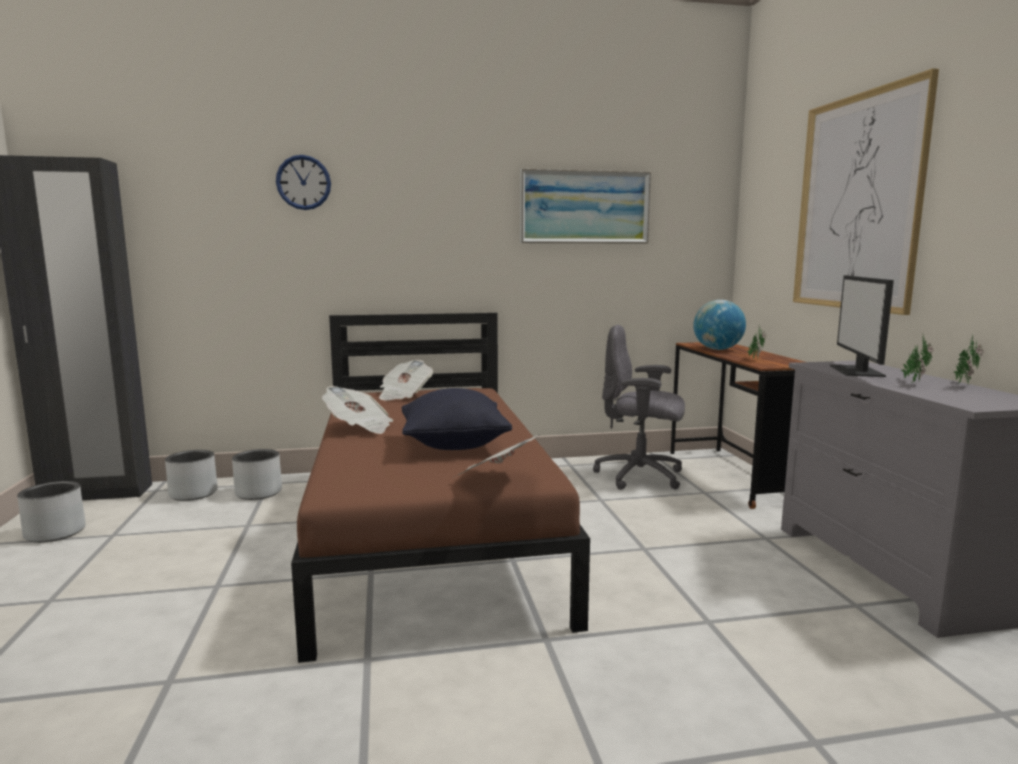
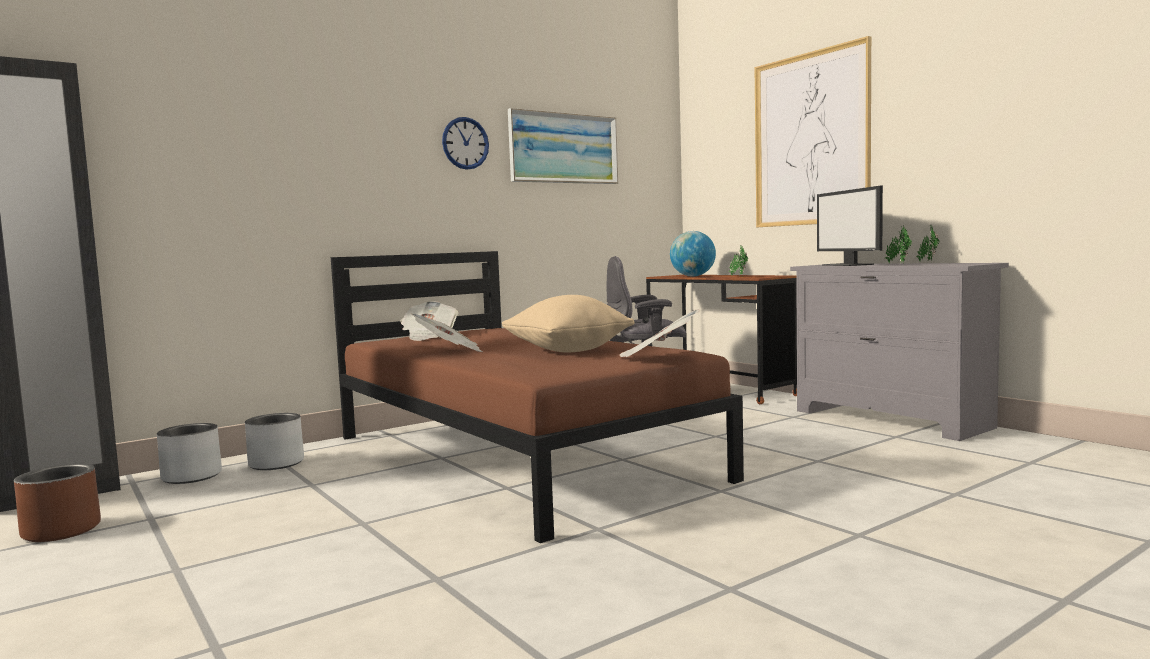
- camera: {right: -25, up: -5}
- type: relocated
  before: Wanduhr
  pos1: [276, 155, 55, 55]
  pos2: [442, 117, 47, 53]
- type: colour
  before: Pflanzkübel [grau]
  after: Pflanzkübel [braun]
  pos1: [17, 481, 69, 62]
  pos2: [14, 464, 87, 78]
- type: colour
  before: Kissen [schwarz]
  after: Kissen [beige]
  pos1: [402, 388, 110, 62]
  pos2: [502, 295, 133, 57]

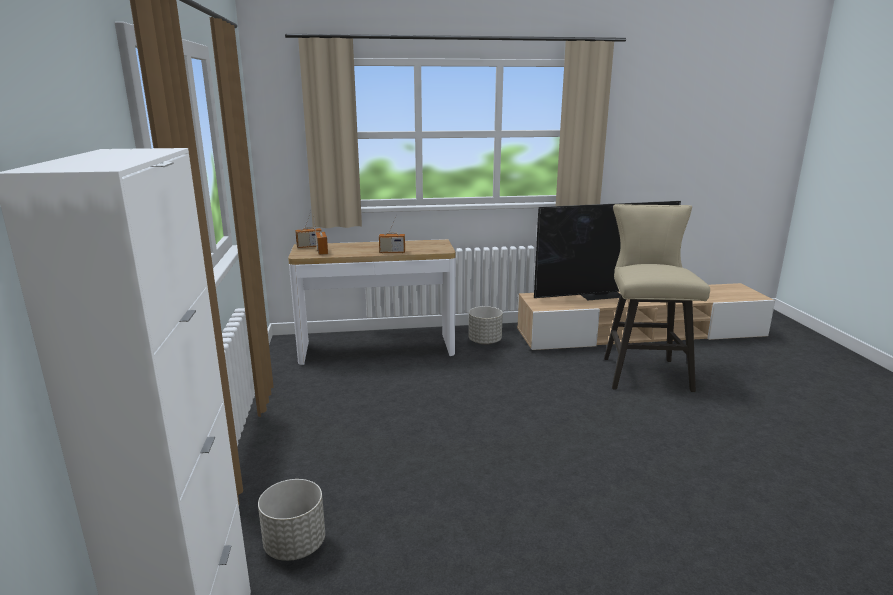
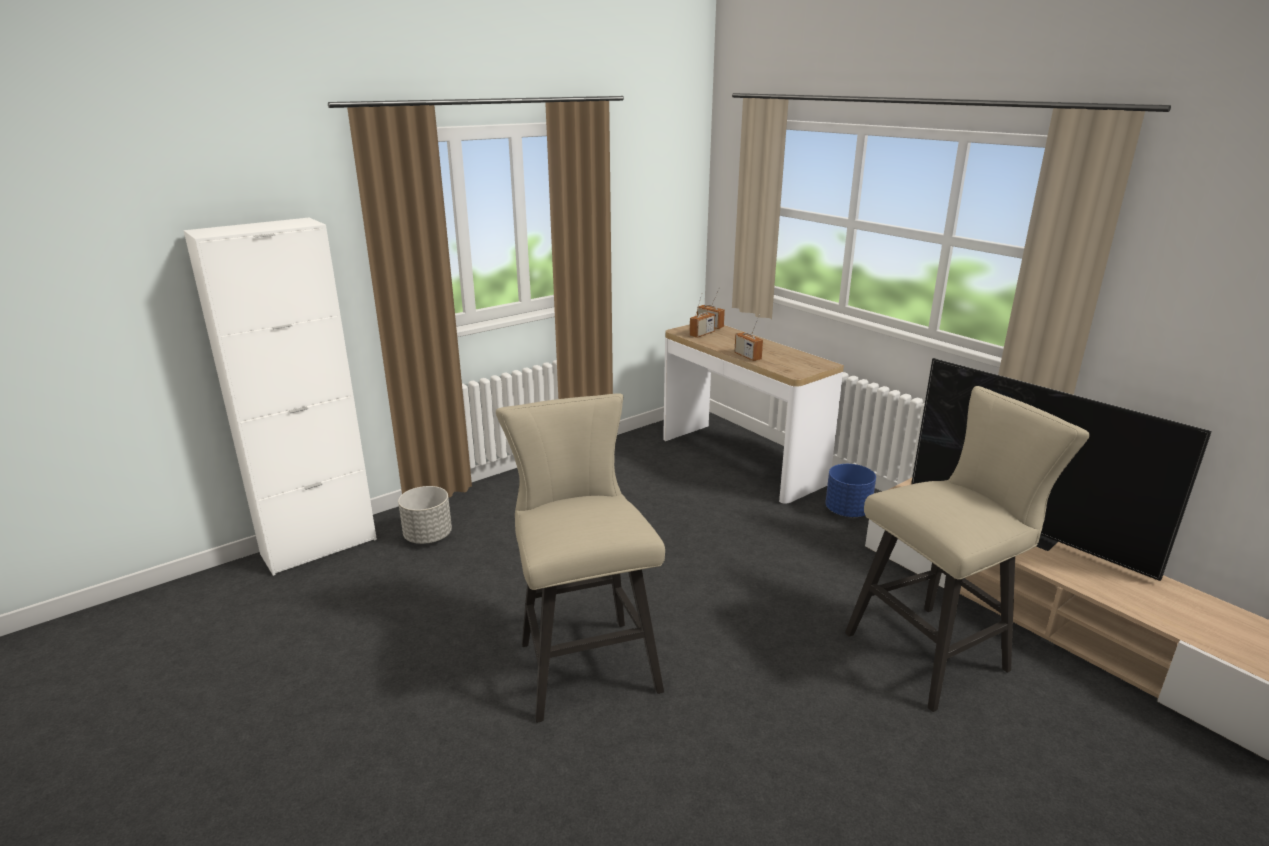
- camera: {right: 60, up: 5}
- type: appeared
  after: Hocker [beige]
  pos2: [496, 393, 169, 330]
- type: colour
  before: Pflanzkübel [grau]
  after: Pflanzkübel [blau]
  pos1: [468, 306, 35, 39]
  pos2: [825, 464, 51, 53]

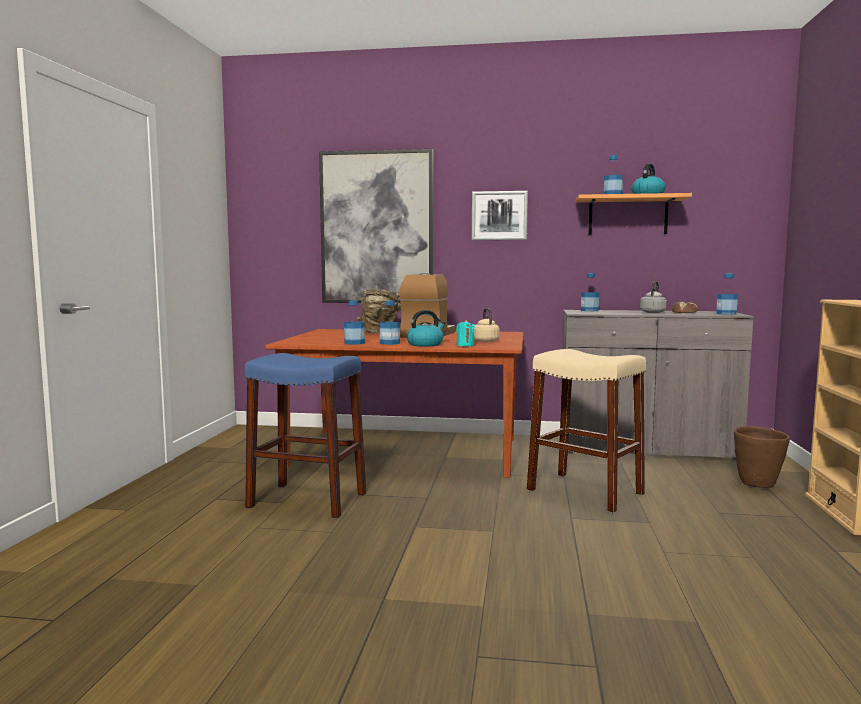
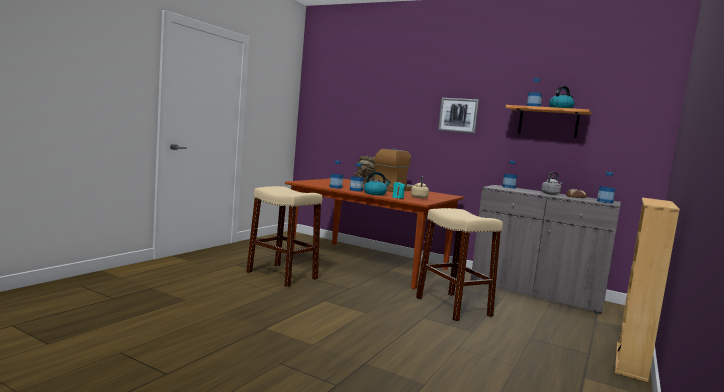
- camera: {right: 20, up: 0}
- type: missing
  before: Bild
  pos1: [319, 149, 114, 154]
- type: missing
  before: Pflanzkübel [braun]
  pos1: [734, 426, 56, 62]
- type: colour
  before: Hocker [blau]
  after: Hocker [beige]
  pos1: [245, 353, 121, 165]
  pos2: [246, 186, 76, 101]

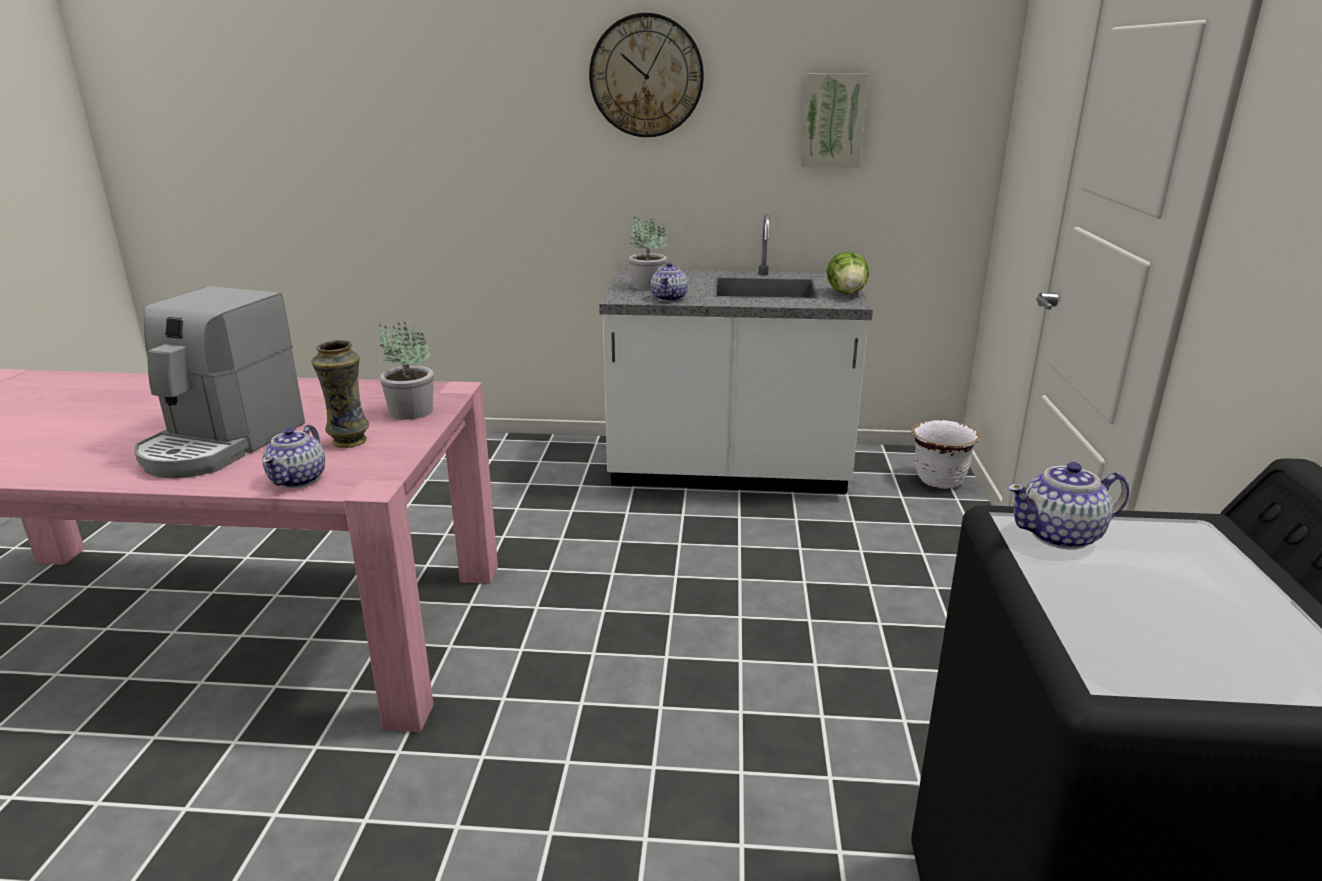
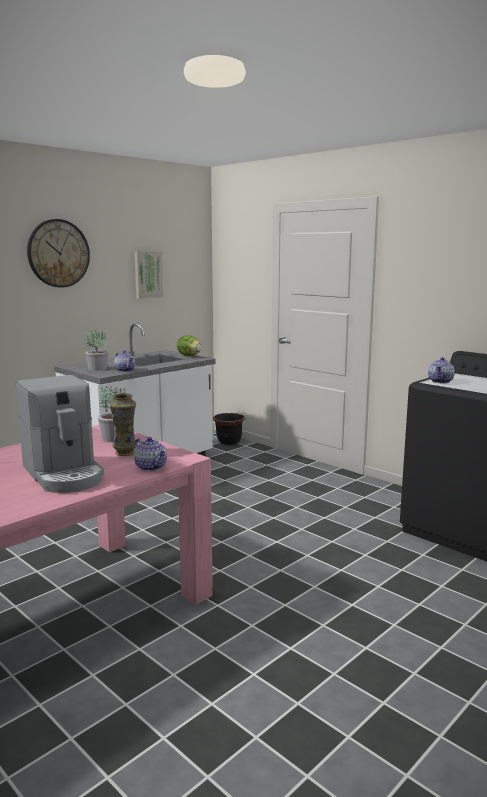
- camera: {right: -50, up: -10}
- type: colour
  before: Pflanzkübel [weiß]
  after: Pflanzkübel [schwarz]
  pos1: [911, 420, 70, 69]
  pos2: [213, 413, 32, 32]

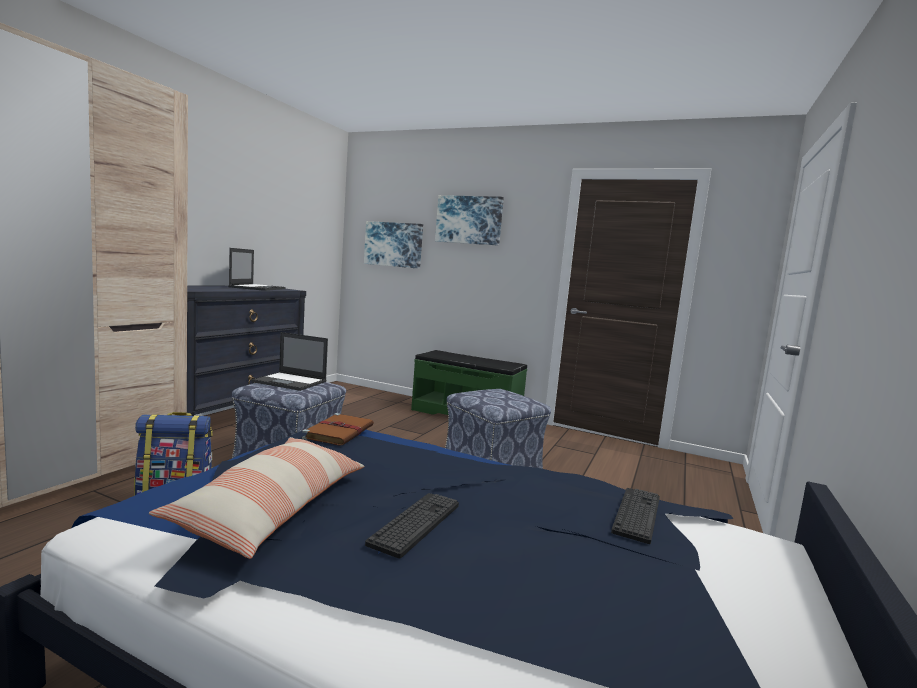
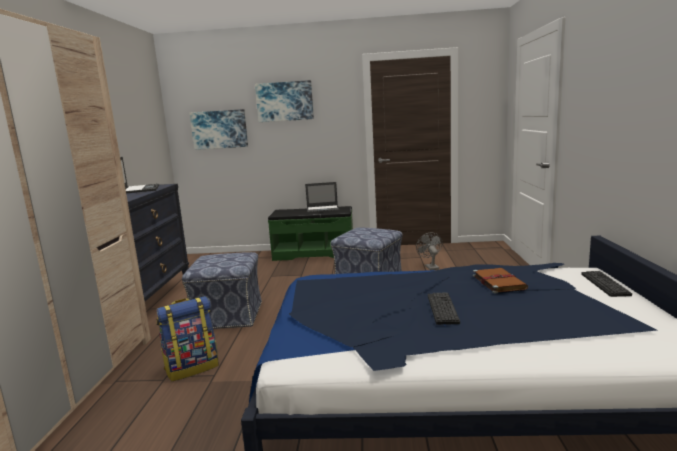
- camera: {right: -20, up: 5}
- type: missing
  before: Kissen
  pos1: [149, 437, 215, 122]
- type: appeared
  after: Ventilator [grau]
  pos2: [416, 233, 26, 37]
- type: relocated
  before: Laptop
  pos1: [251, 332, 77, 59]
  pos2: [305, 182, 34, 31]
- type: relocated
  before: Buch [braun]
  pos1: [302, 413, 72, 33]
  pos2: [473, 268, 55, 25]
- type: relocated
  before: Tastatur
  pos1: [611, 488, 49, 56]
  pos2: [581, 271, 51, 26]

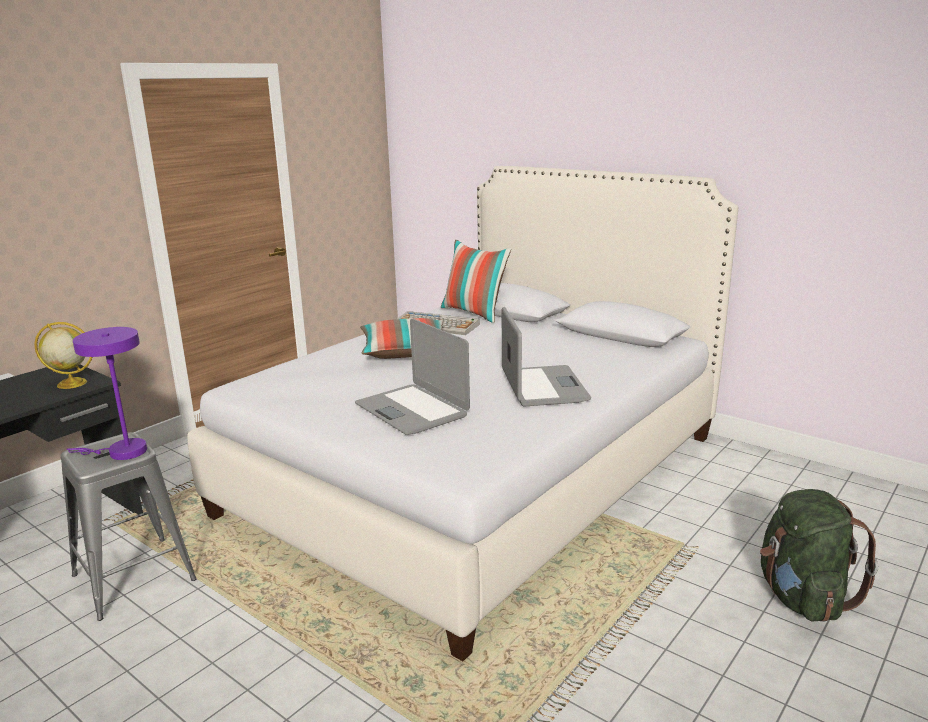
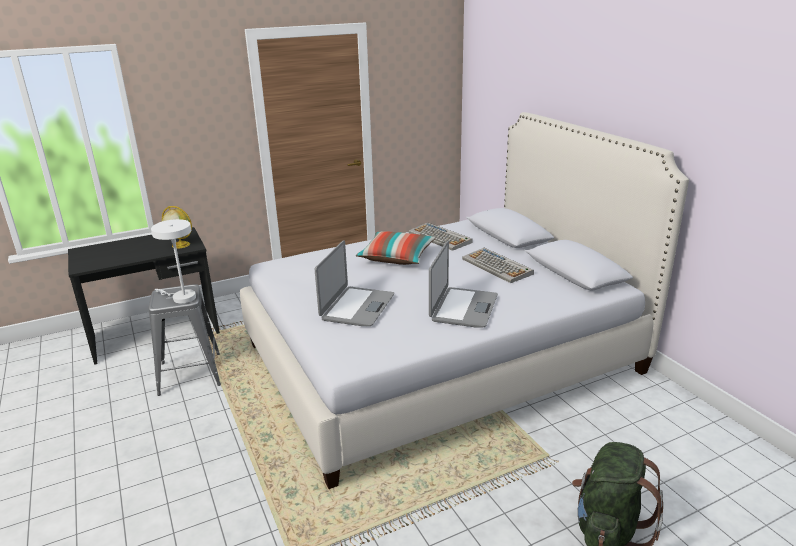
- camera: {right: 25, up: 5}
- type: missing
  before: Kissen
  pos1: [441, 240, 70, 83]
- type: appeared
  after: Tastatur
  pos2: [462, 248, 72, 35]
- type: colour
  before: Tischlampe [lila]
  after: Tischlampe [weiß]
  pos1: [66, 327, 81, 133]
  pos2: [151, 219, 45, 84]
- type: spun
  before: Laptop
  pos1: [355, 319, 115, 116]
  pos2: [315, 241, 79, 85]
  turn: -150

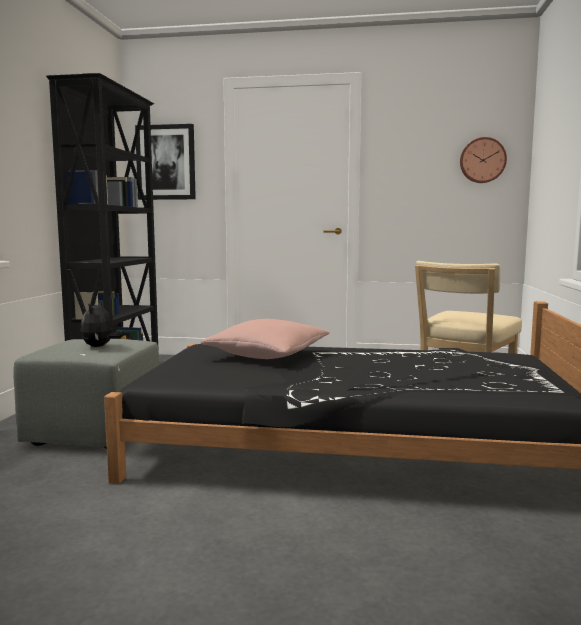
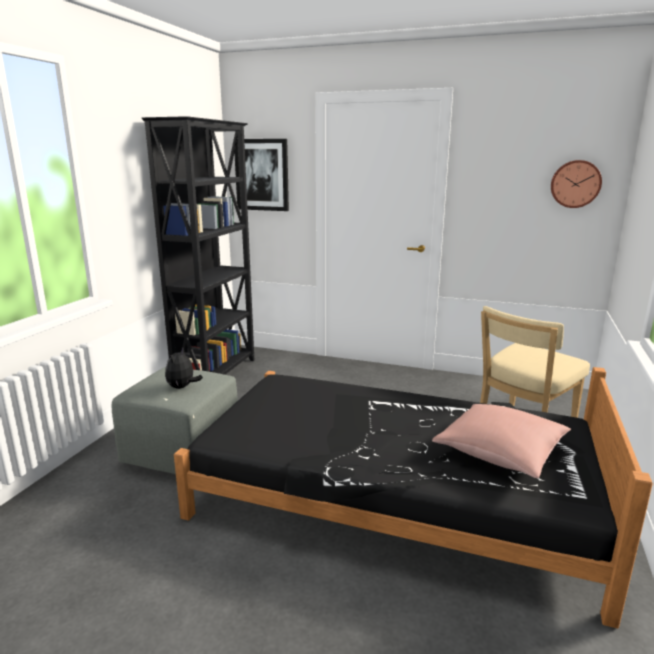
- camera: {right: 10, up: 10}
- type: relocated
  before: Kissen [rosa]
  pos1: [201, 319, 129, 40]
  pos2: [432, 404, 139, 74]

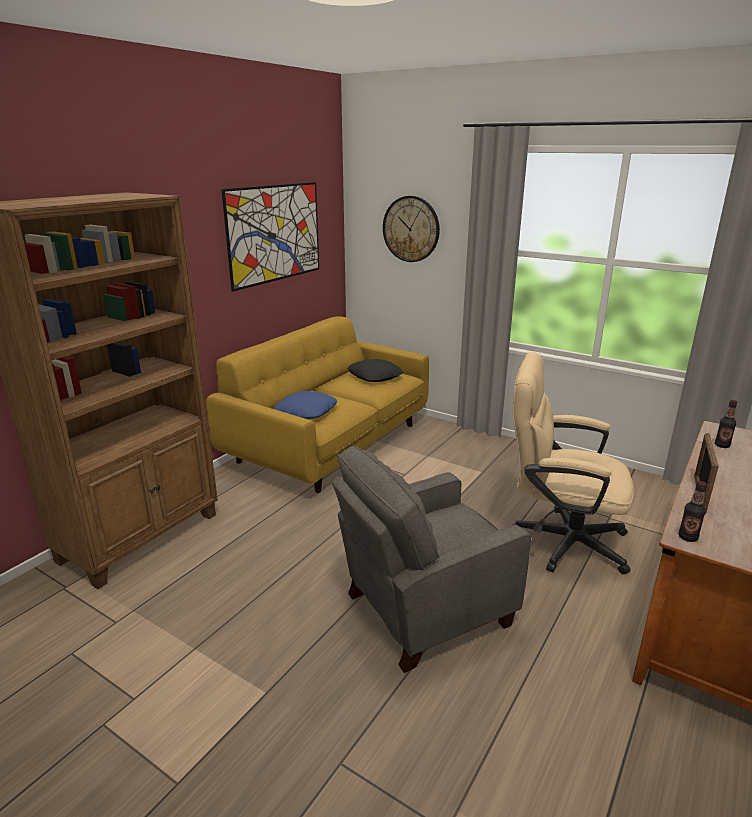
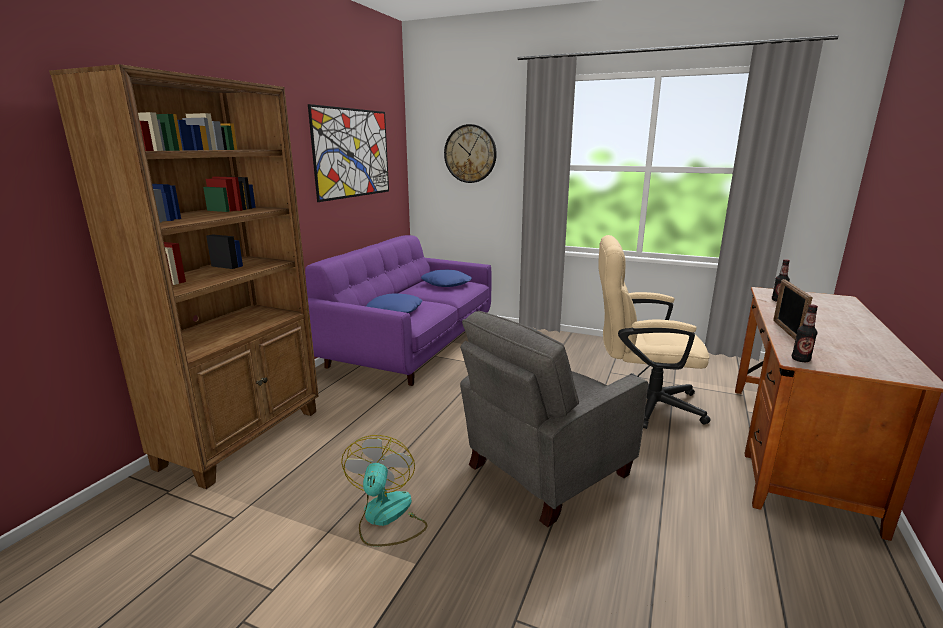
- camera: {right: -10, up: -5}
- type: appeared
  after: Ventilator
  pos2: [341, 435, 87, 112]
- type: colour
  before: Sofa [gelb]
  after: Sofa [lila]
  pos1: [206, 316, 223, 177]
  pos2: [305, 235, 186, 151]
- type: colour
  before: Kissen [schwarz]
  after: Kissen [blau]
  pos1: [348, 359, 55, 23]
  pos2: [421, 269, 51, 18]

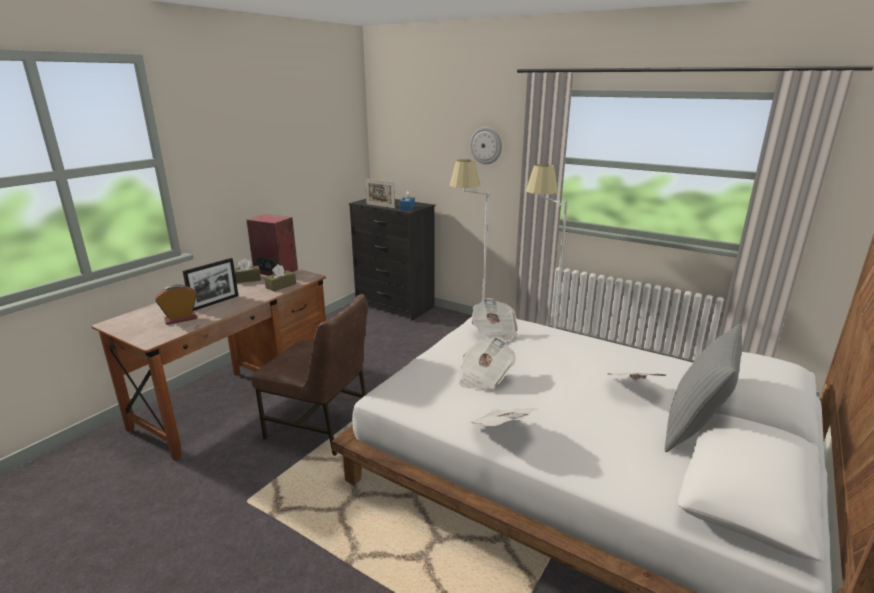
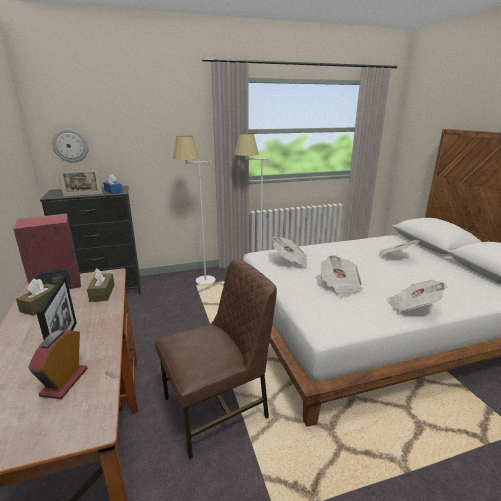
- camera: {right: -50, up: 0}
- type: missing
  before: Kissen [grau]
  pos1: [665, 324, 77, 128]
- type: relocated
  before: Wanduhr
  pos1: [470, 127, 32, 37]
  pos2: [52, 129, 37, 34]

